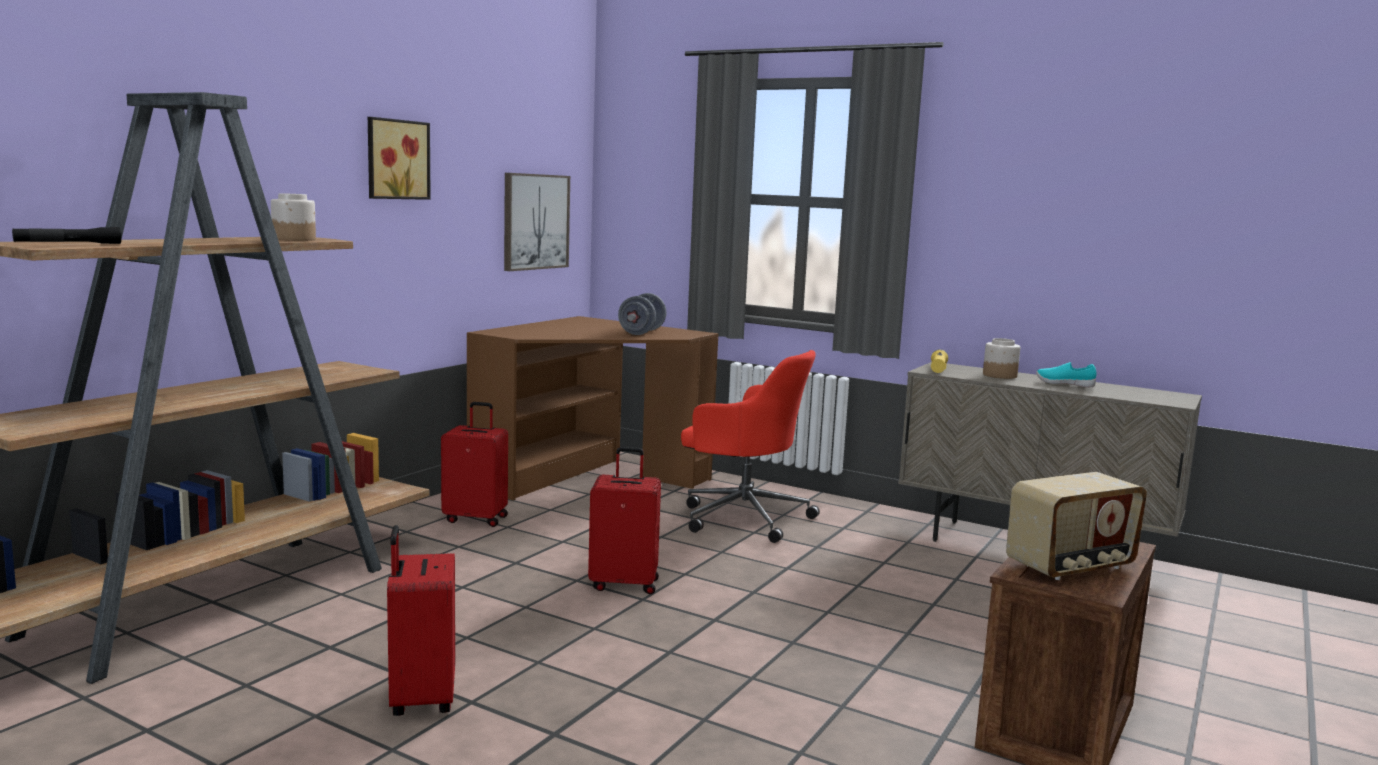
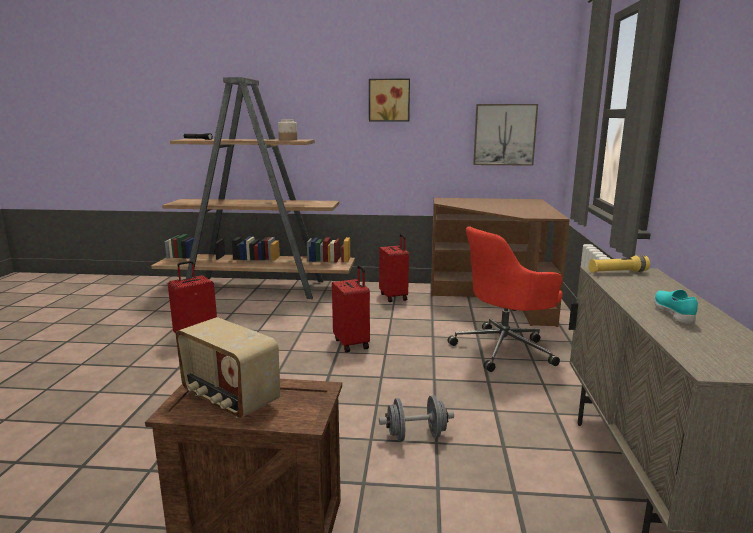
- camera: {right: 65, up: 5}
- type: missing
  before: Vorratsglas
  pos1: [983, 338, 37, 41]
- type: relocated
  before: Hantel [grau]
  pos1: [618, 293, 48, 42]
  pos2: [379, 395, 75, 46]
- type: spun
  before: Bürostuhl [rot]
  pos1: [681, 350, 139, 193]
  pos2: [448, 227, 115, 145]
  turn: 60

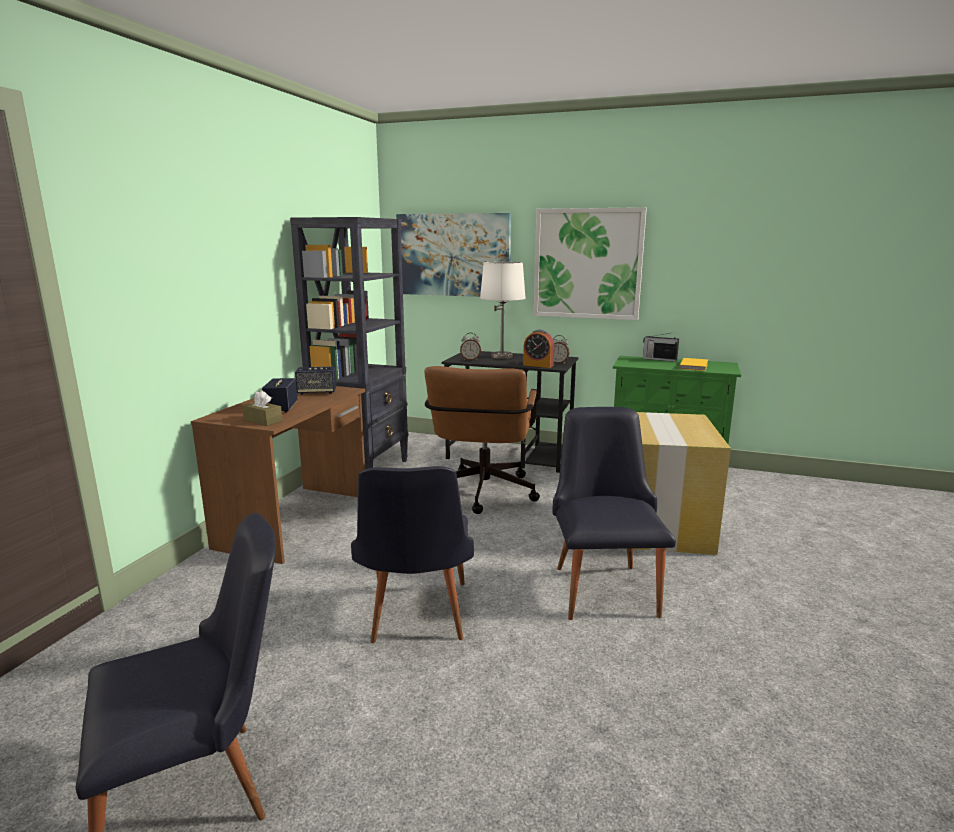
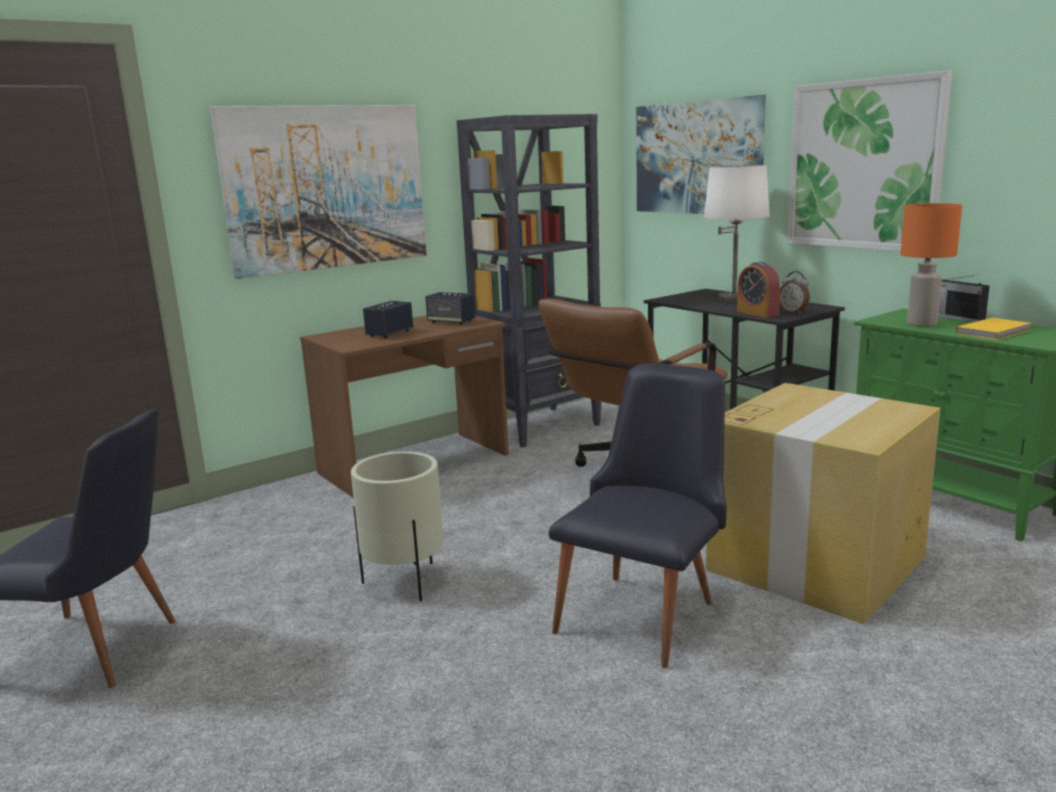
- camera: {right: 35, up: 0}
- type: missing
  before: Taschentuchbox [braun]
  pos1: [242, 390, 40, 36]
- type: missing
  before: Wecker
  pos1: [460, 333, 21, 27]
- type: appeared
  after: Bild
  pos2: [210, 105, 217, 174]
- type: appeared
  after: Tischlampe [orange]
  pos2: [901, 203, 61, 124]
- type: exchanged
  before: Stuhl [schwarz]
  after: Pflanzkübel [beige]
  pos1: [351, 466, 123, 177]
  pos2: [351, 451, 93, 150]

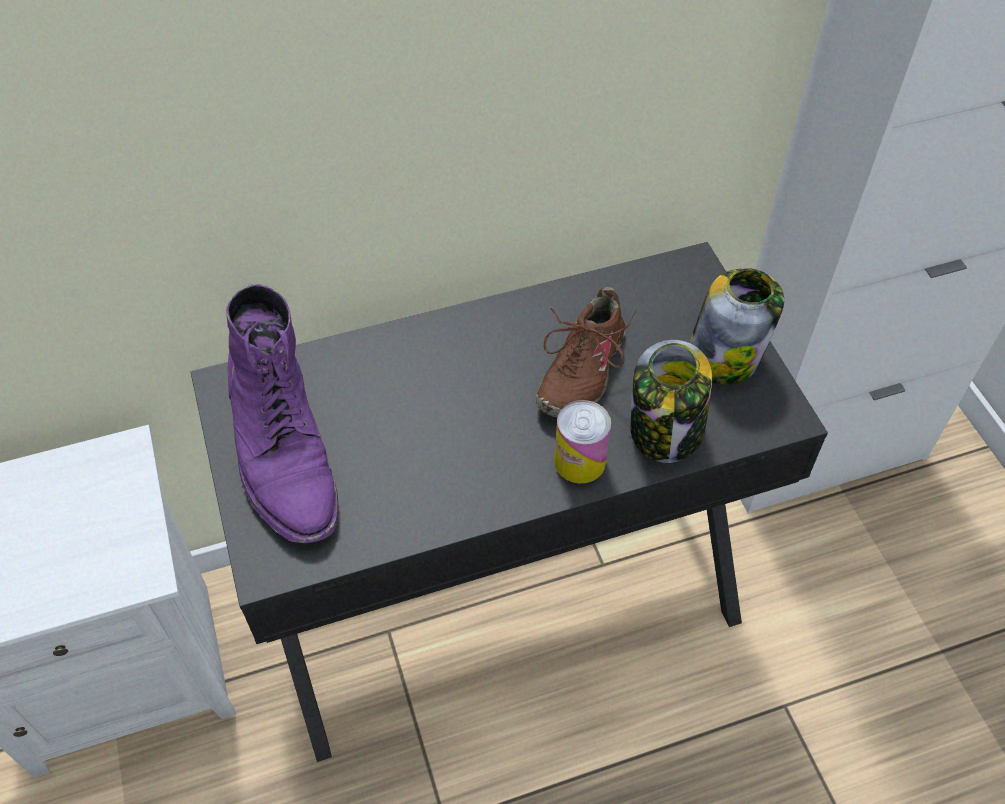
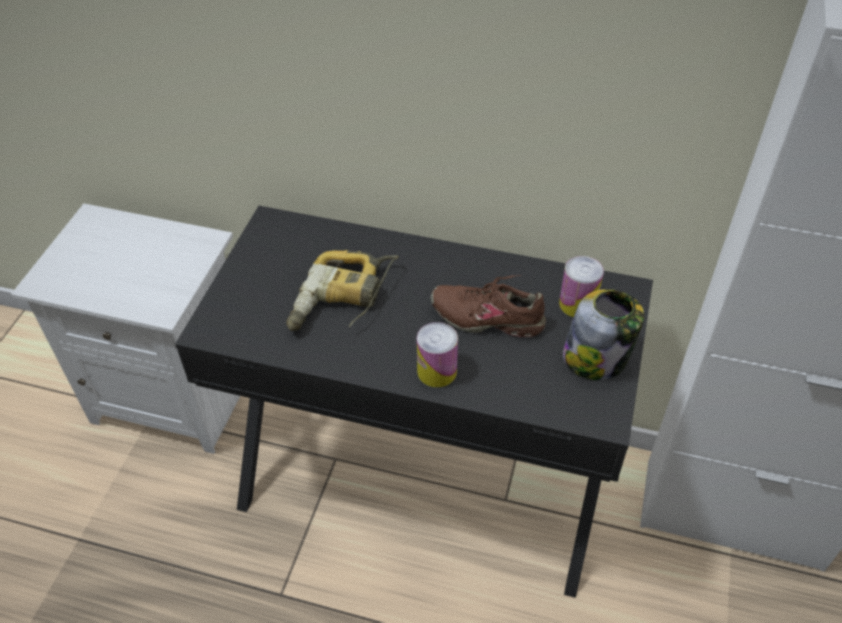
- camera: {right: 35, up: -5}
- type: missing
  before: Stiefel [lila]
  pos1: [226, 284, 113, 259]
- type: missing
  before: Vorratsglas
  pos1: [630, 340, 82, 123]
- type: appeared
  after: Bohrmaschine
  pos2: [286, 250, 113, 81]
- type: appeared
  after: Dose
  pos2: [559, 256, 45, 61]
- type: spun
  before: Schuh [braun]
  pos1: [536, 287, 100, 130]
  pos2: [430, 275, 116, 62]
  turn: 45

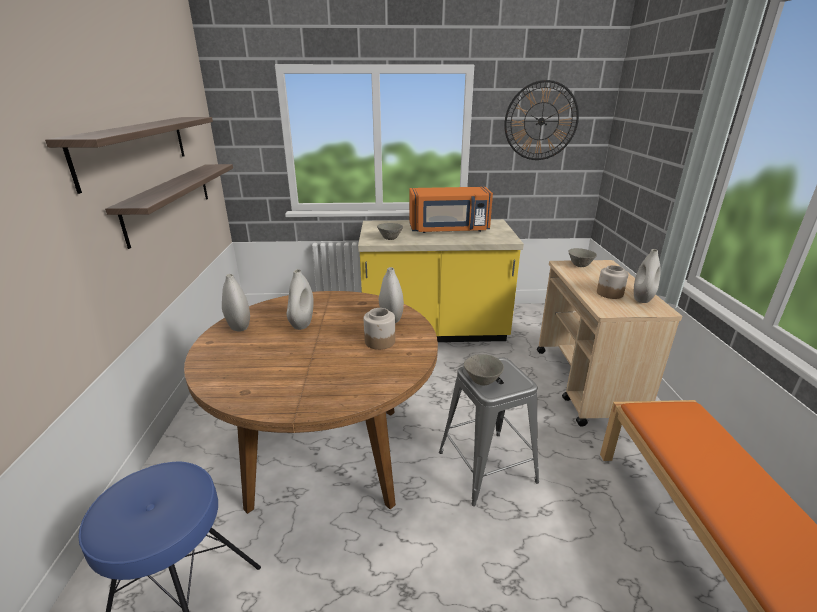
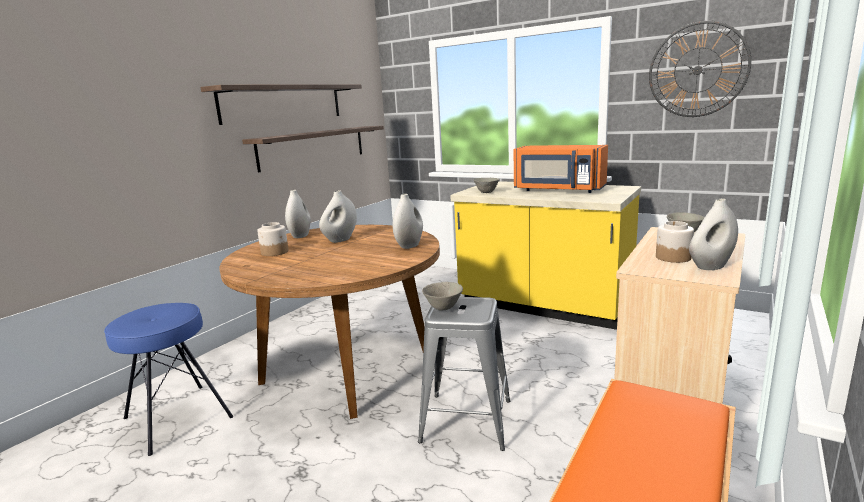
- camera: {right: 35, up: -10}
- type: relocated
  before: Vorratsglas
  pos1: [364, 308, 31, 42]
  pos2: [257, 222, 32, 34]

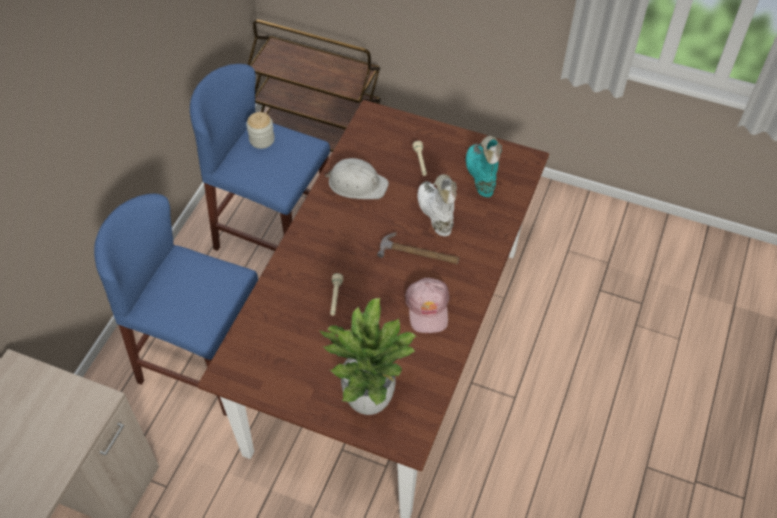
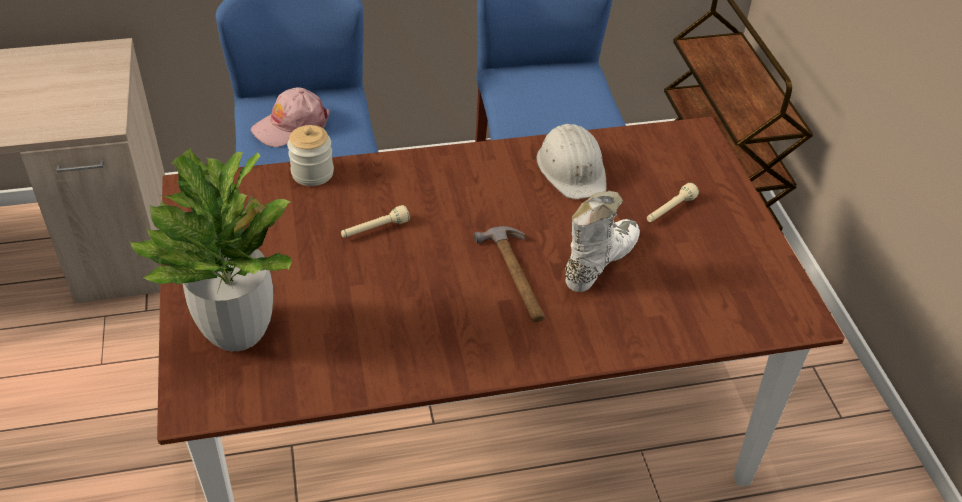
- camera: {right: 55, up: -10}
- type: missing
  before: Stiefel [türkis]
  pos1: [466, 136, 36, 61]
- type: relocated
  before: Vorratsglas
  pos1: [246, 112, 29, 37]
  pos2: [287, 125, 47, 61]
- type: relocated
  before: Kappe [rosa]
  pos1: [405, 278, 44, 55]
  pos2: [251, 87, 79, 60]

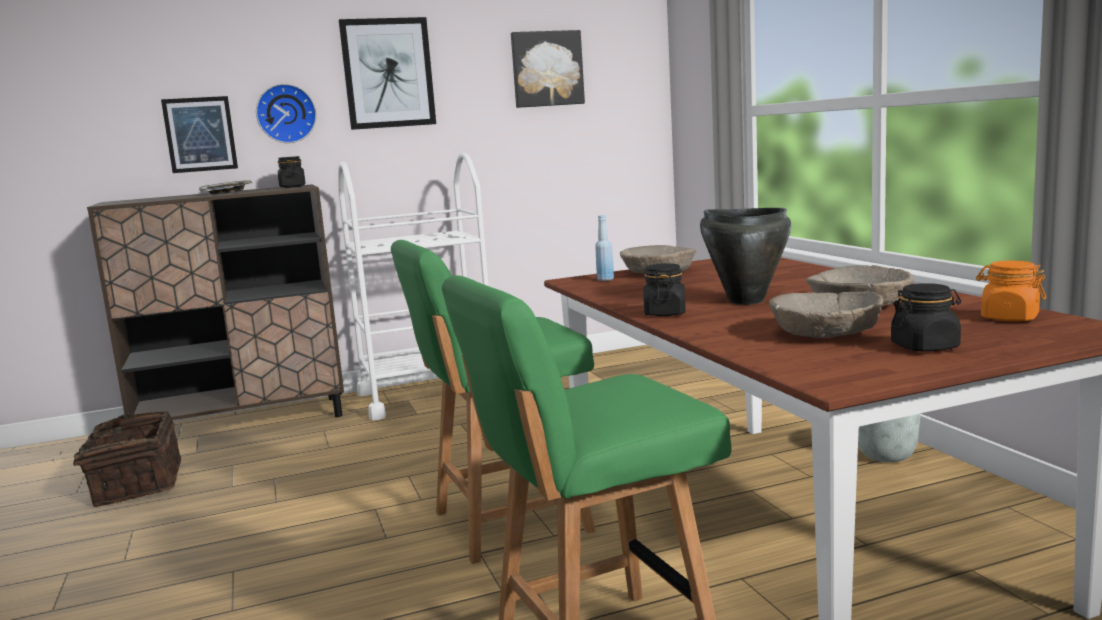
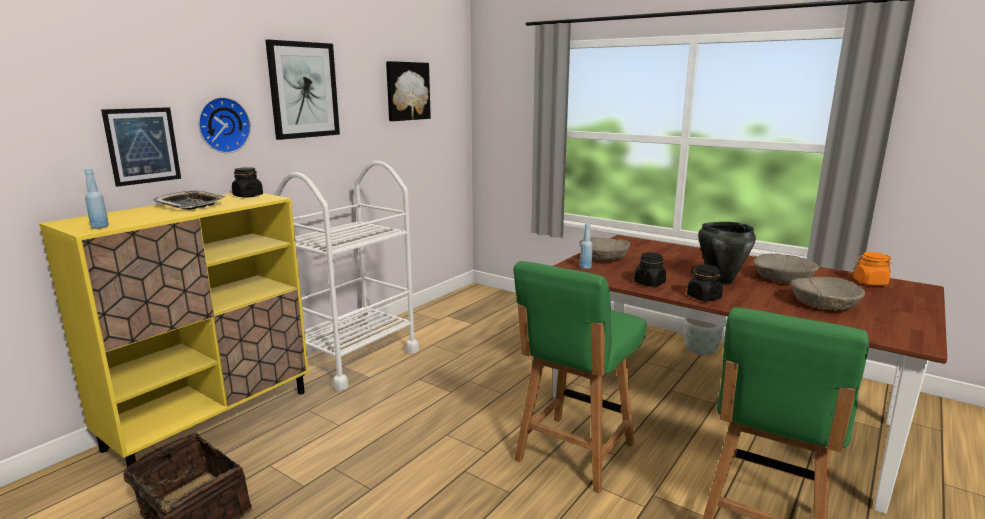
- camera: {right: -35, up: 5}
- type: appeared
  after: Flasche [blau]
  pos2: [84, 168, 25, 61]
- type: relocated
  before: Vorratsglas [schwarz]
  pos1: [891, 283, 70, 69]
  pos2: [634, 253, 32, 34]
- type: colour
  before: Schrank [braun]
  after: Schrank [gelb]
  pos1: [87, 184, 257, 247]
  pos2: [39, 193, 270, 274]

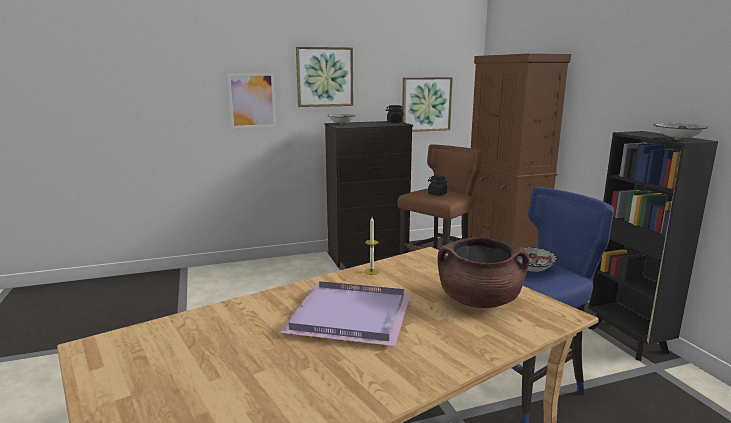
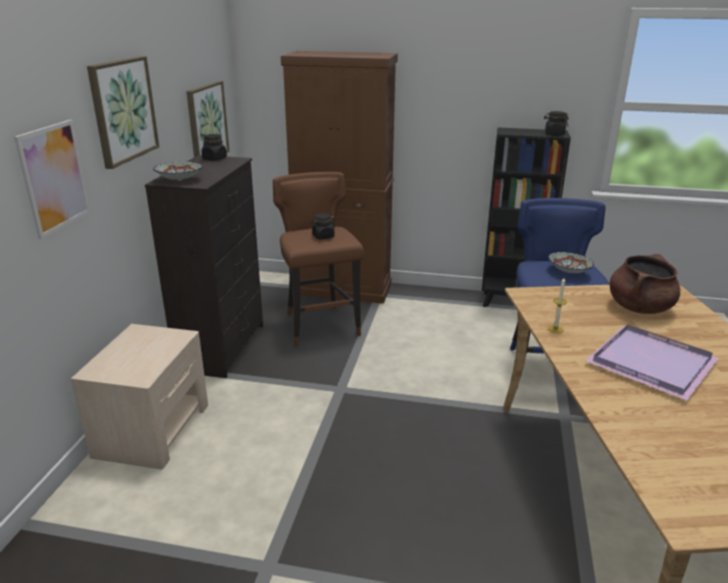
- camera: {right: -60, up: 10}
- type: appeared
  after: Nachttisch [beige]
  pos2: [71, 324, 137, 145]
- type: exchanged
  before: Schüssel
  after: Vorratsglas [schwarz]
  pos1: [653, 123, 55, 17]
  pos2: [544, 111, 25, 25]

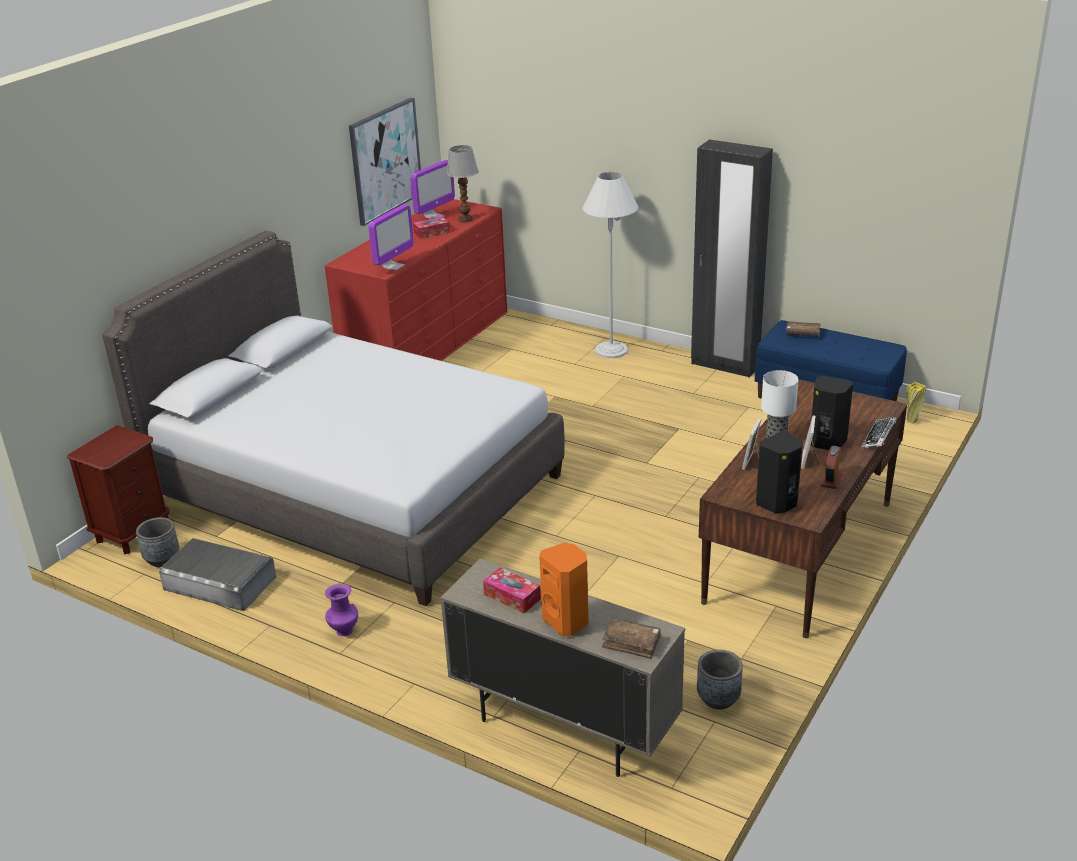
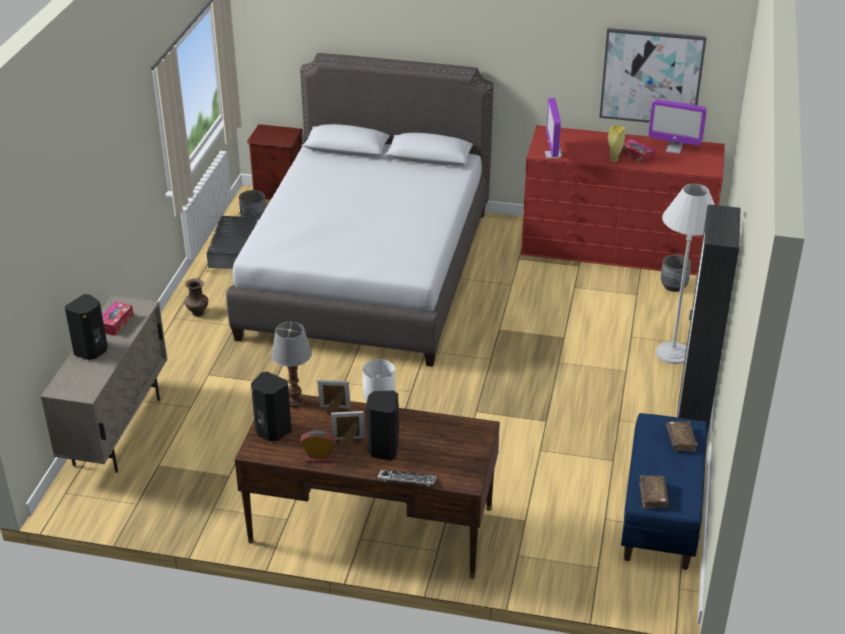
- camera: {right: 70, up: 5}
- type: relocated
  before: Tischlampe
  pos1: [446, 145, 32, 78]
  pos2: [271, 322, 41, 86]
- type: relocated
  before: Buch [braun]
  pos1: [602, 618, 59, 41]
  pos2: [639, 475, 30, 34]
- type: relocated
  before: Pflanzkübel [grau]
  pos1: [697, 650, 46, 60]
  pos2: [661, 254, 30, 38]
- type: relocated
  before: Vase [gelb]
  pos1: [906, 382, 21, 42]
  pos2: [608, 125, 17, 38]
- type: colour
  before: Vase [lila]
  after: Vase [braun]
  pos1: [325, 583, 33, 53]
  pos2: [184, 278, 24, 39]
- type: colour
  before: Lautsprecher [orange]
  after: Lautsprecher [schwarz]
  pos1: [539, 543, 49, 93]
  pos2: [65, 294, 43, 66]
- type: spun
  before: Monitor
  pos1: [368, 204, 46, 67]
  pos2: [545, 98, 17, 60]
  turn: 75

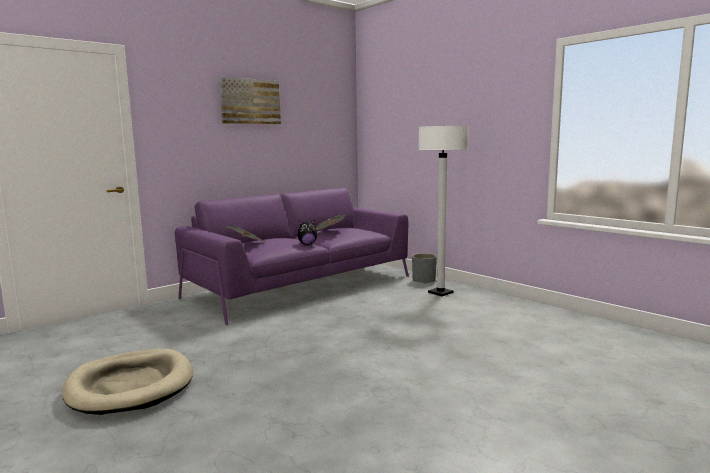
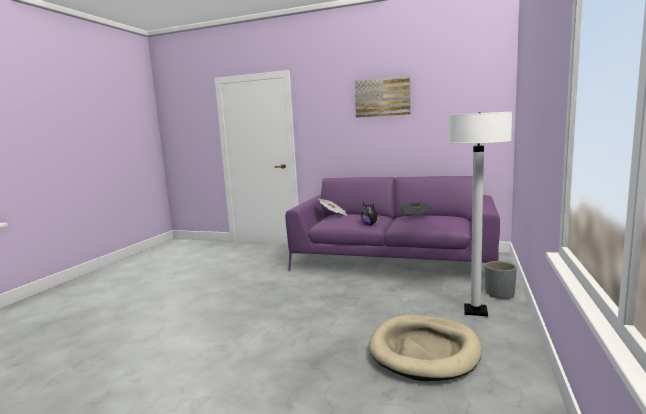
- camera: {right: 60, up: 0}
- type: relocated
  before: Hundebett [beige]
  pos1: [62, 349, 131, 66]
  pos2: [369, 315, 113, 66]

